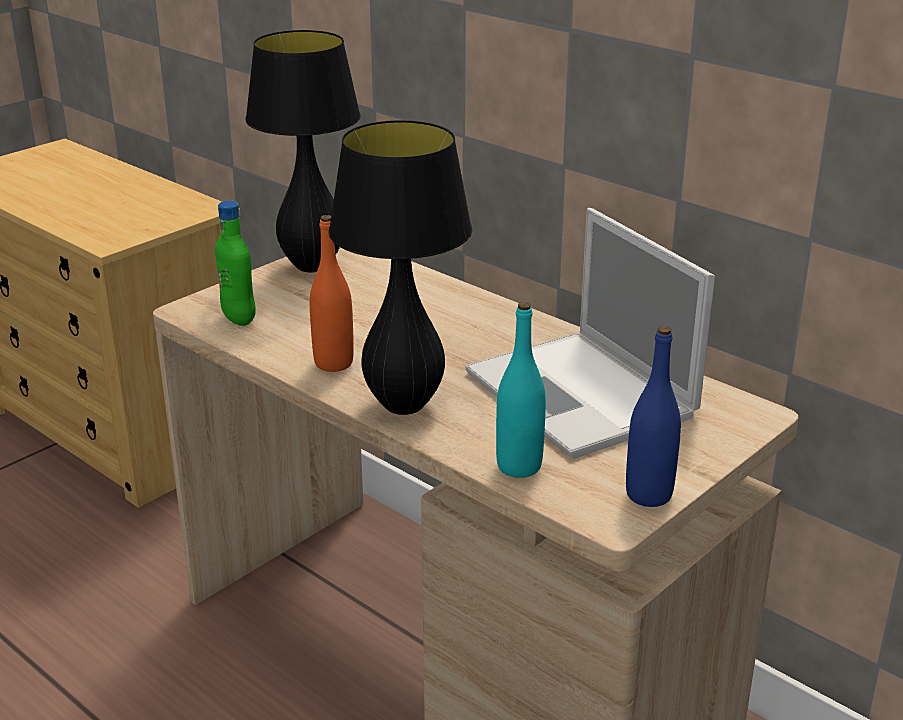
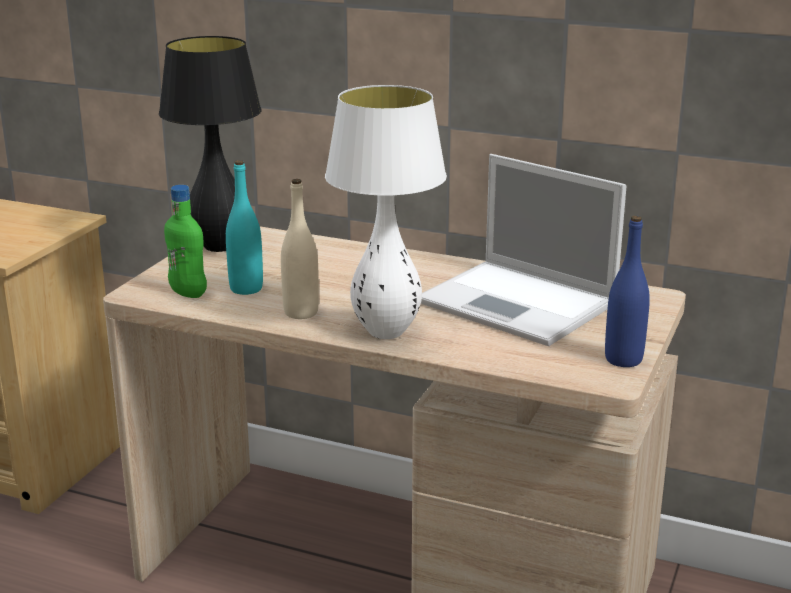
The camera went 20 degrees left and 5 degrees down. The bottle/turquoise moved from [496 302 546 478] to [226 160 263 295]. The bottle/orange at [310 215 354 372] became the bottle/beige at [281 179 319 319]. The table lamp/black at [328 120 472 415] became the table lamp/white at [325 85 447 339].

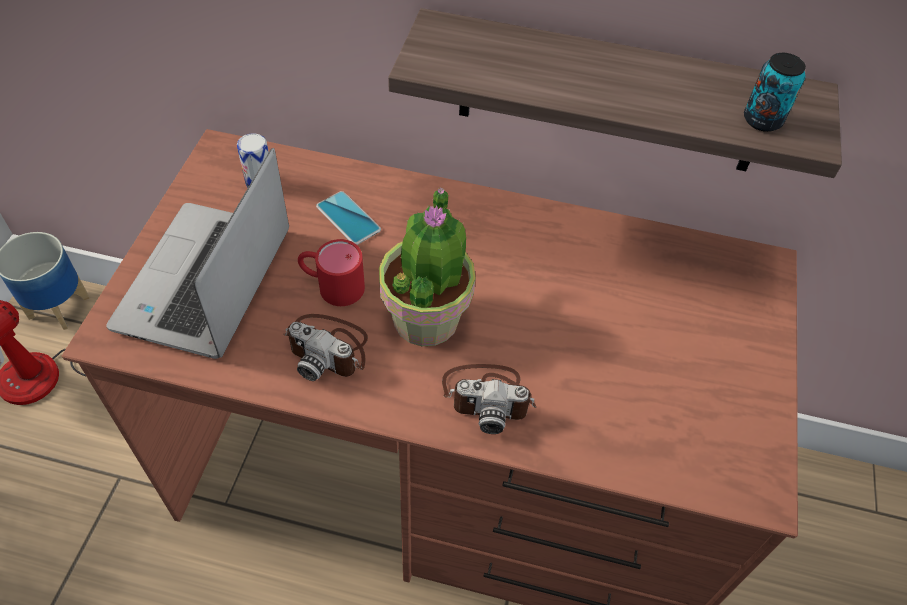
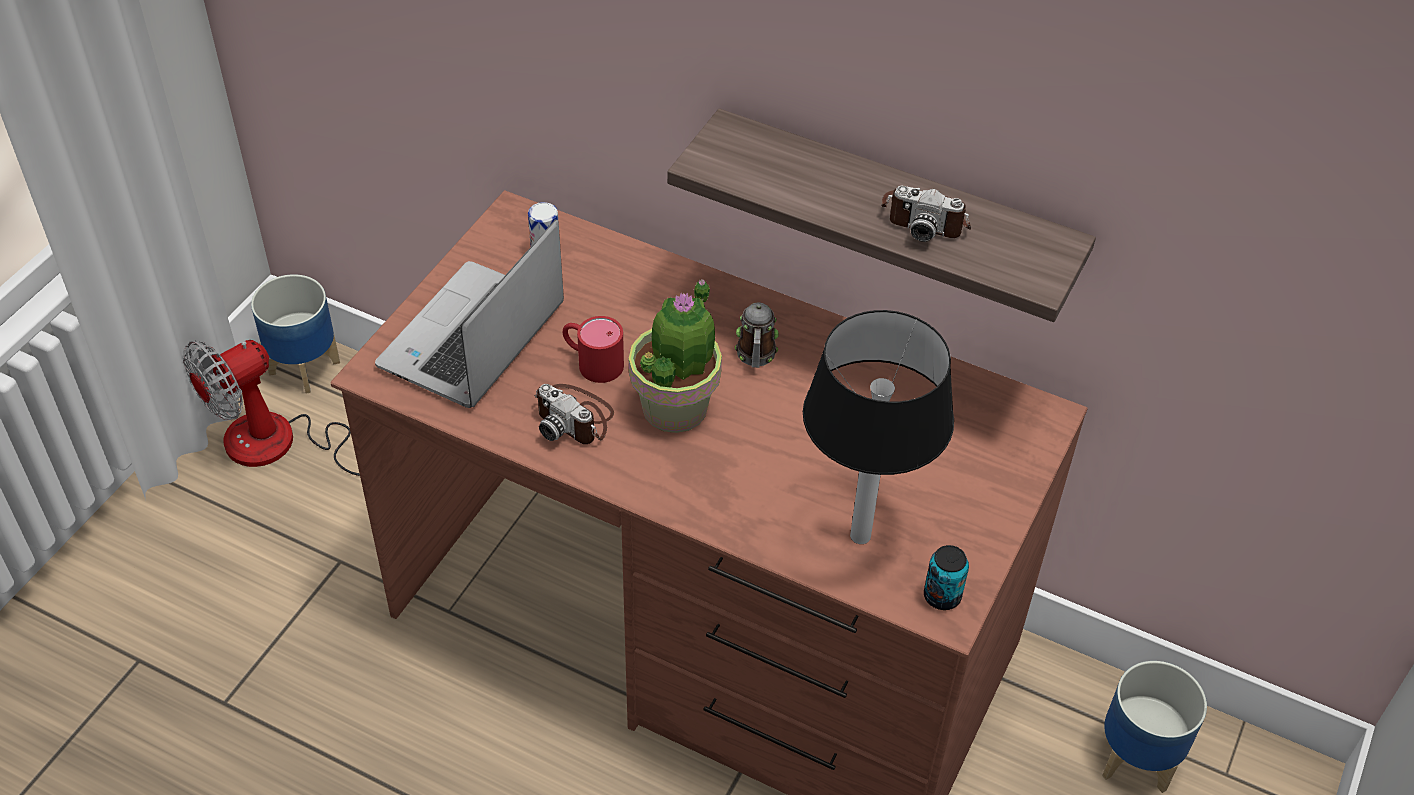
The camera went 15 degrees right and 5 degrees down. The phone at [316 191 381 245] disappeared. The mug at [735 302 779 368] appeared. The table lamp at [803 310 954 544] appeared. The planter at [1102 661 1207 793] appeared. The photo camera moved from [442 364 537 434] to [881 185 971 242]. The can moved from [744 53 806 132] to [924 545 969 610].

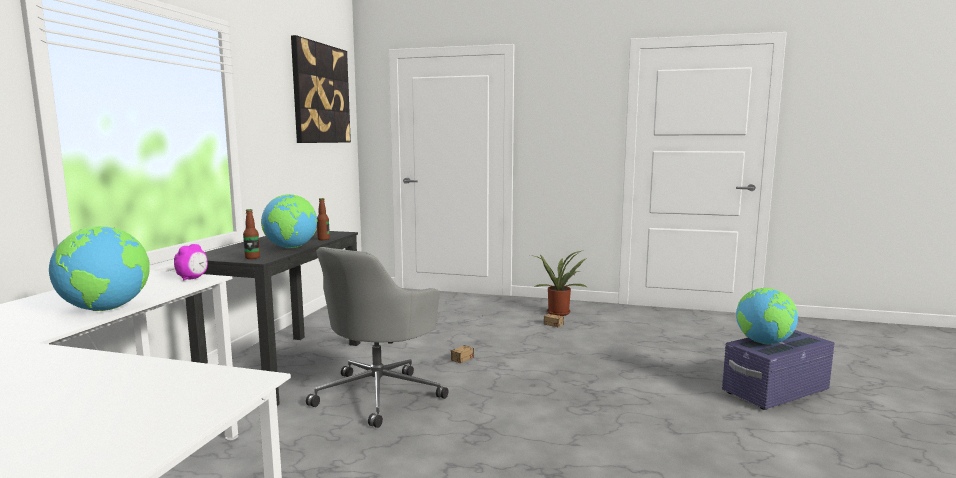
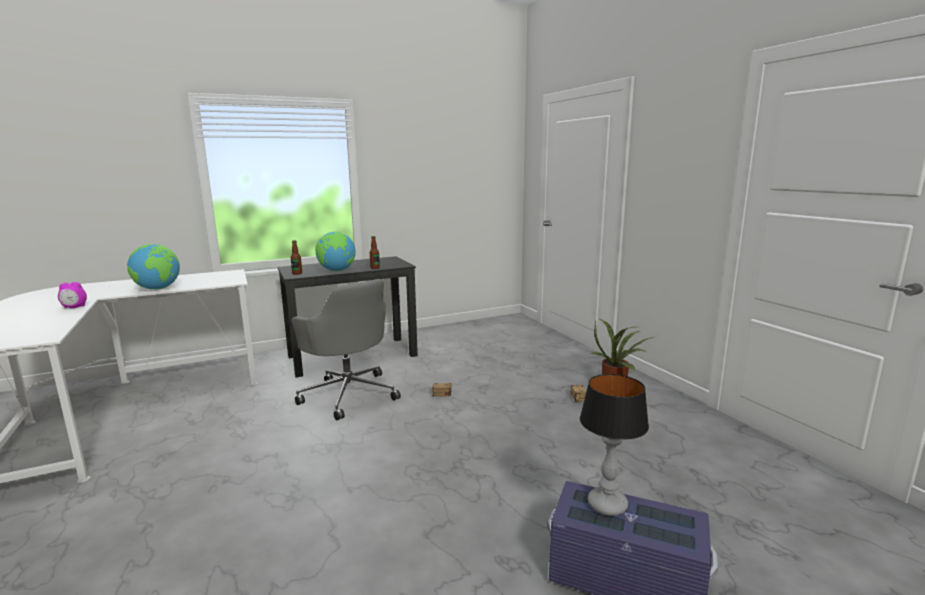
The camera went 50 degrees right and 5 degrees up. The picture at [291 35 351 143] disappeared. The alarm clock moved from [174 244 208 281] to [58 282 87 308]. The globe at [736 288 798 344] was replaced by the table lamp at [580 374 649 516]. The office chair/grey at [306 247 448 428] turned 120 degrees counterclockwise.

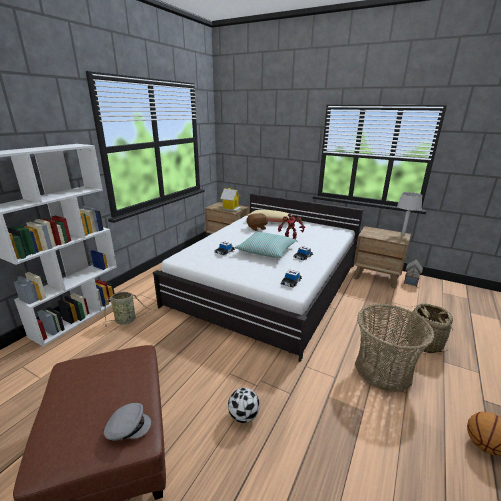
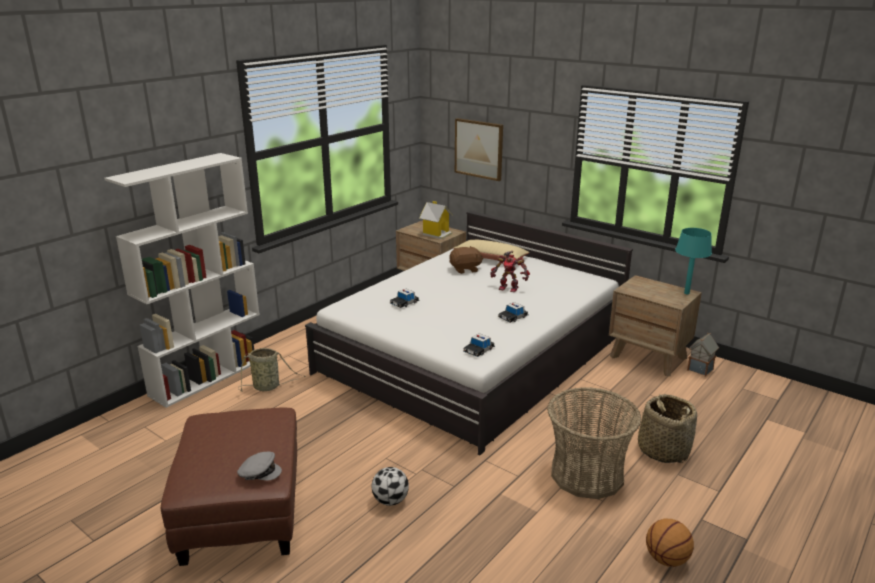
The camera went 10 degrees right and 0 degrees up. The pillow at [235 232 297 258] disappeared. The picture at [455 118 503 181] appeared. The table lamp/grey at [397 192 422 236] became the table lamp/turquoise at [675 228 712 294].

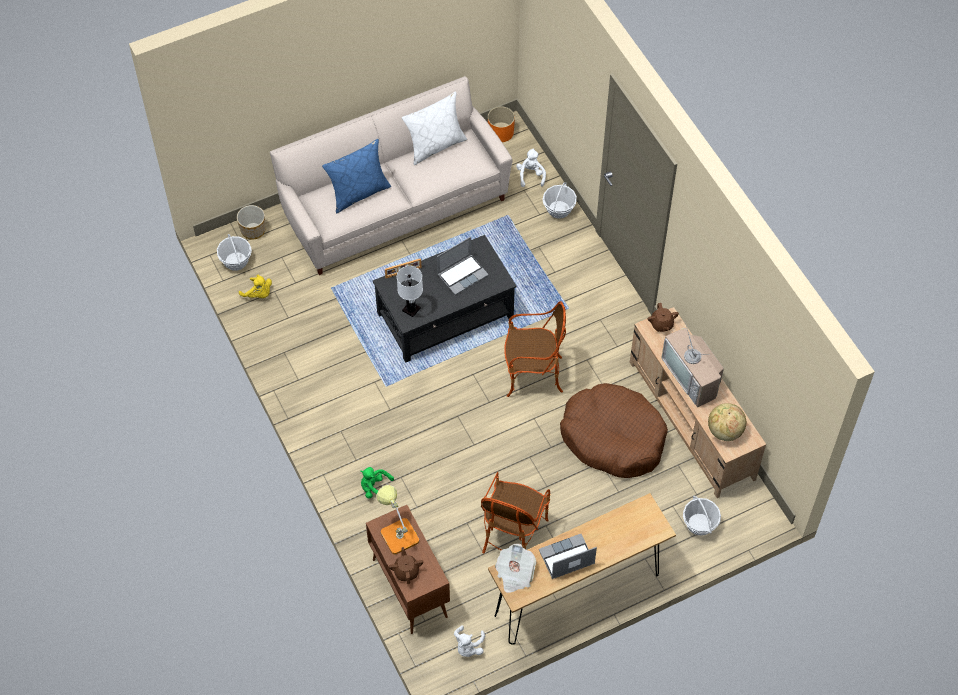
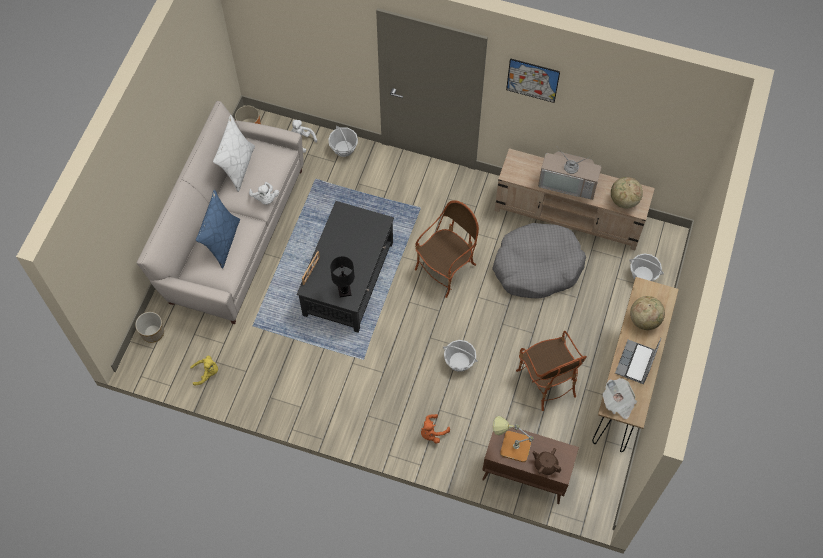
The camera went 45 degrees left and 5 degrees up. The laptop at [437 237 489 295] disappeared. The teapot/brown at [648 303 679 332] disappeared. The picture at [506 58 560 103] appeared. The globe at [630 296 665 330] appeared. The basket moved from [217 234 252 271] to [443 340 478 372]. The plush toy/white moved from [454 625 485 657] to [249 182 279 205]. The plush toy/green at [360 467 394 499] became the plush toy/orange at [421 414 450 444]. The table lamp/white at [397 266 423 317] became the table lamp/black at [330 256 355 297]. The dog bed/brown at [560 383 668 478] became the dog bed/grey at [492 223 586 299].

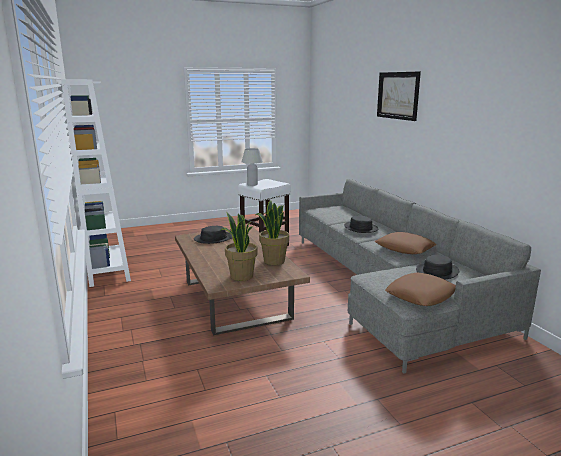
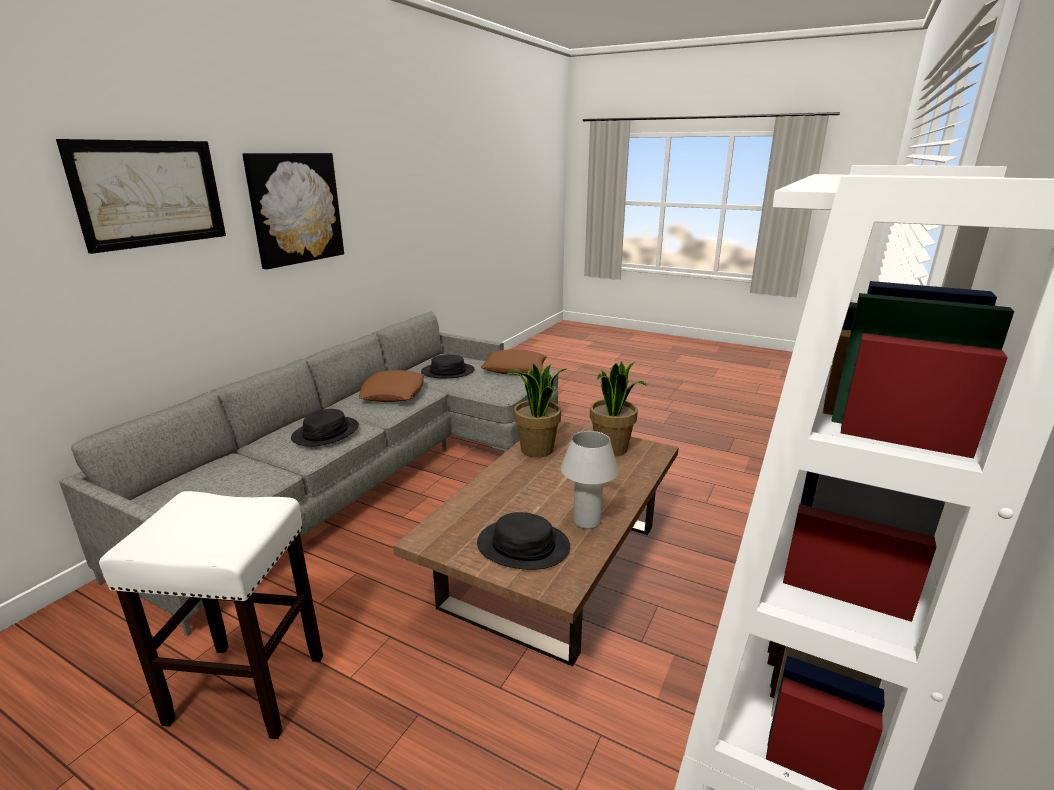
The camera went 130 degrees left and 5 degrees up. The picture at [242 153 344 269] appeared. The table lamp/white moved from [242 148 263 186] to [561 431 619 529].

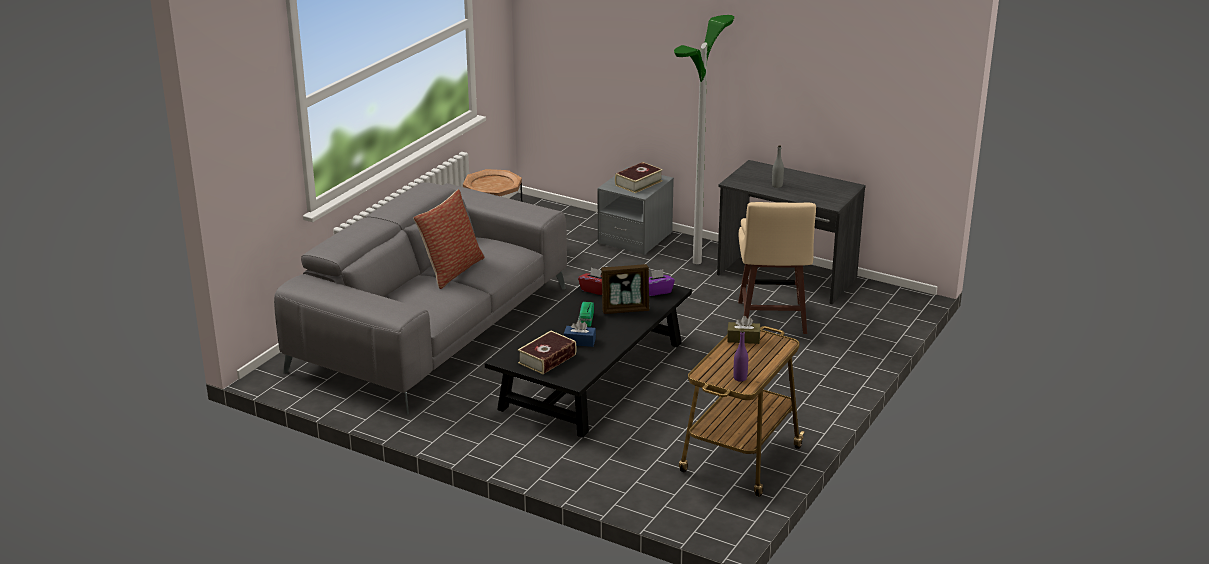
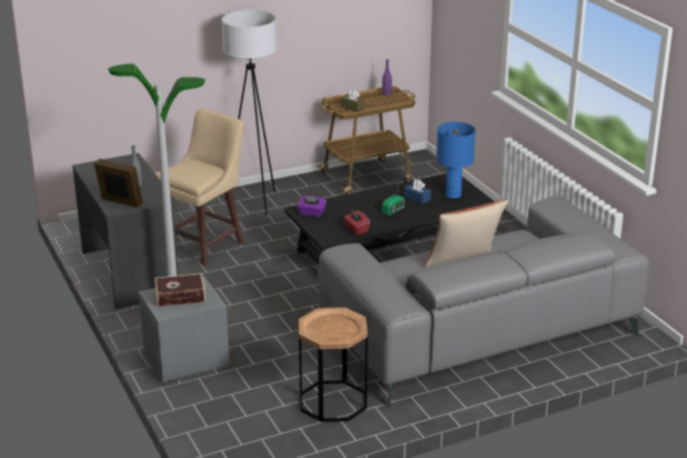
The camera went 145 degrees left and 0 degrees up. The floor lamp/white at [221 10 277 215] appeared. The picture frame moved from [601 264 649 314] to [94 159 143 207]. The book at [518 331 577 374] was replaced by the table lamp/blue at [436 122 475 198].

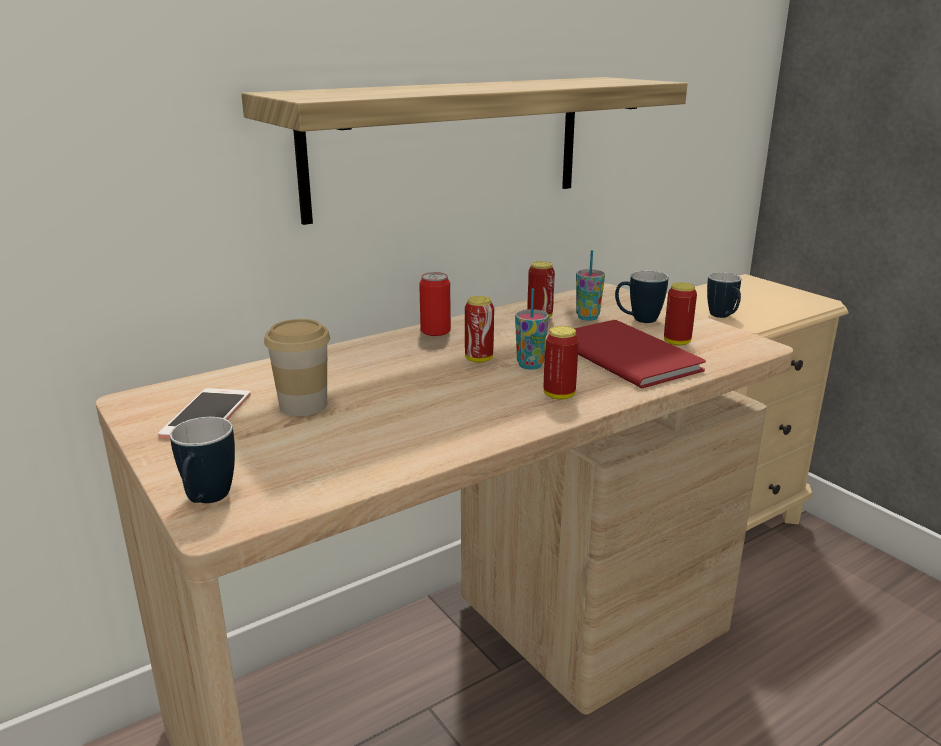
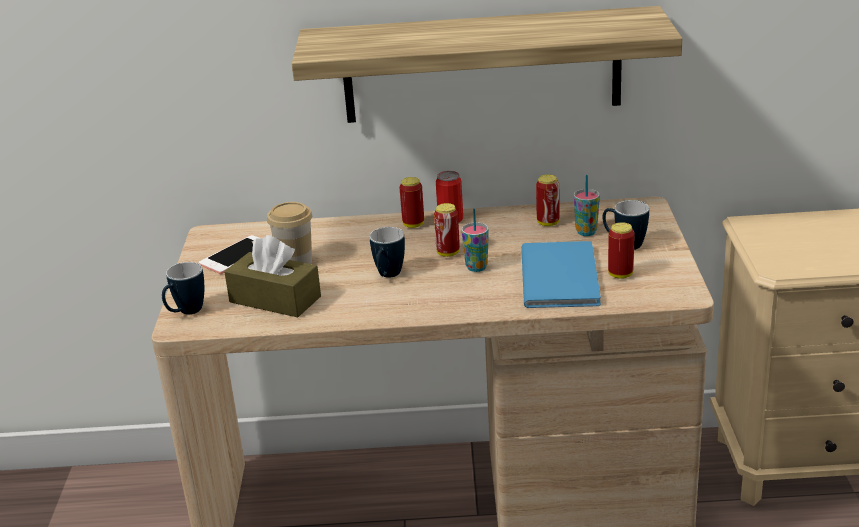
The camera went 35 degrees right and 5 degrees up. The tissue box/brown at [224 235 321 318] appeared. The can moved from [544 326 579 400] to [399 177 424 228]. The mug moved from [707 272 741 318] to [369 227 405 278]. The book/red at [574 320 706 388] became the book/blue at [521 241 601 308].

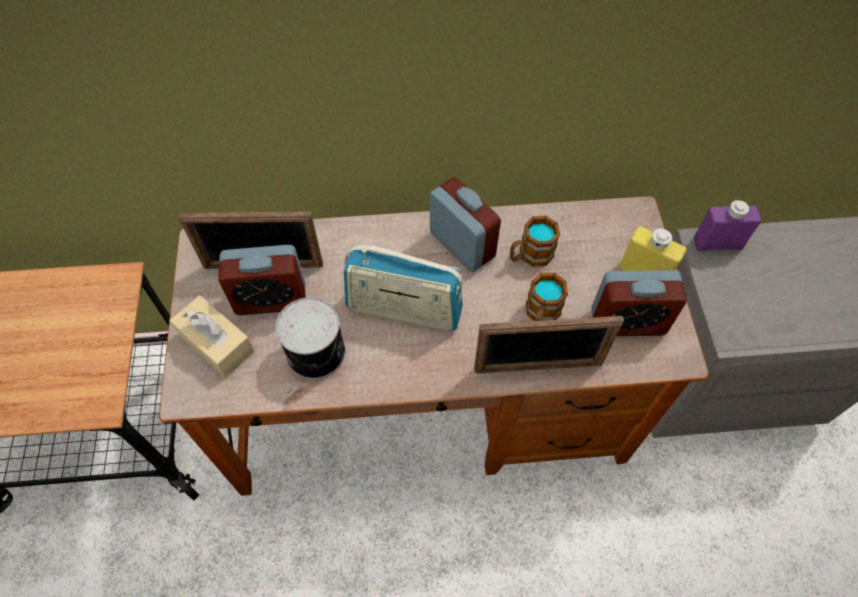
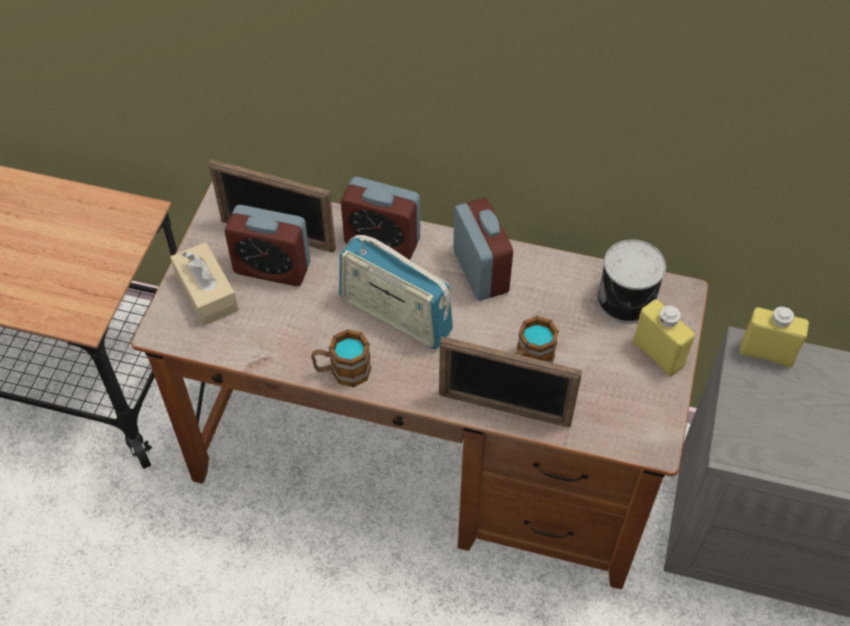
The camera went 20 degrees right and 5 degrees down. The can moved from [275 297 346 380] to [597 239 666 324]. The mug moved from [510 216 560 267] to [311 329 371 387]. The alarm clock moved from [591 270 687 336] to [341 177 420 260]. The bottle/purple at [694 199 761 251] became the bottle/yellow at [740 306 809 368].

